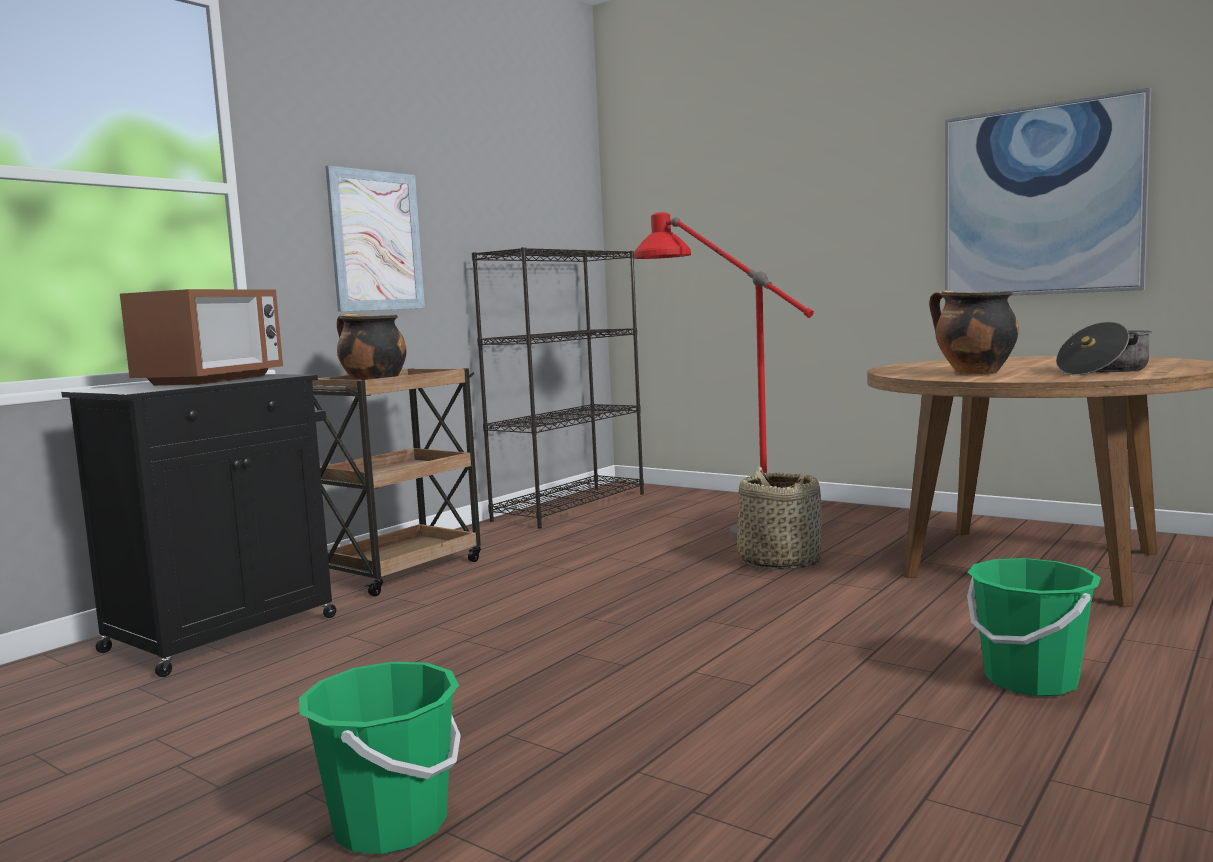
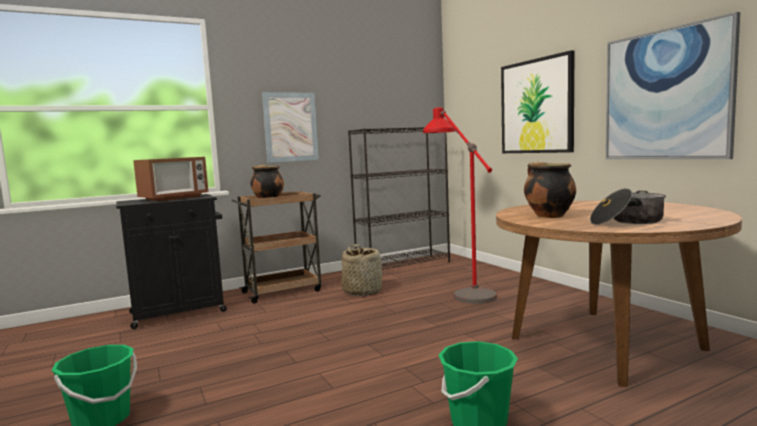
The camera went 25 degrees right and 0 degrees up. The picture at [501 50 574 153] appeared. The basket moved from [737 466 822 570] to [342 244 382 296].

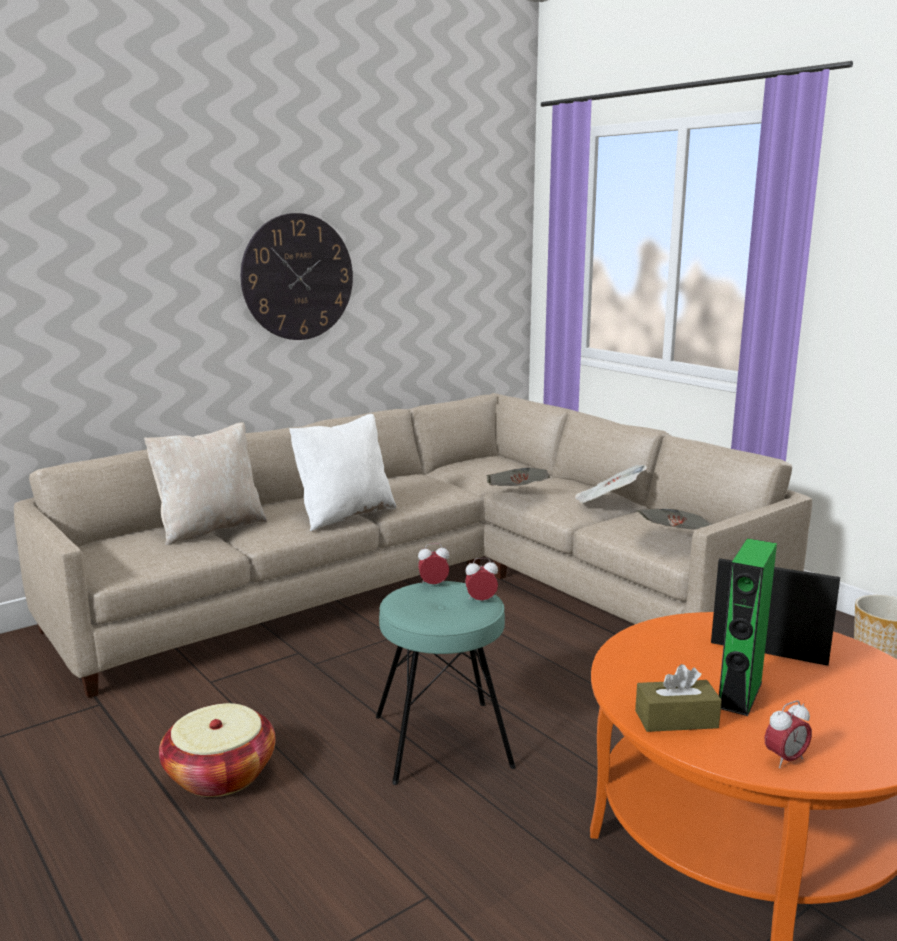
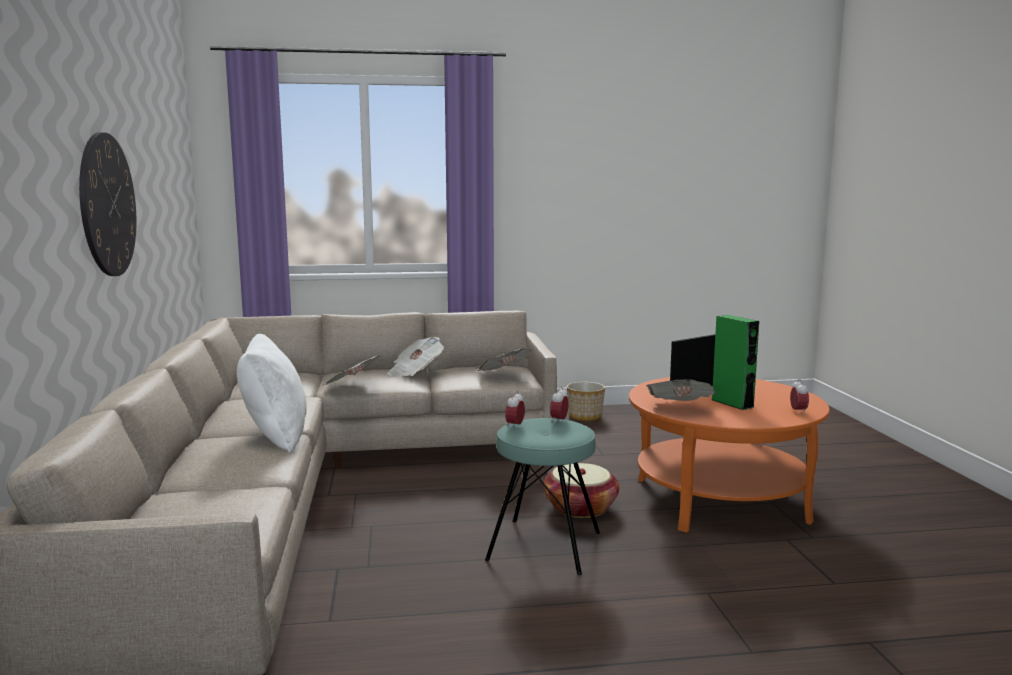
The camera went 60 degrees left and 5 degrees down. The pillow/beige at [144 422 267 545] disappeared. The tissue box/brown at [635 664 722 732] disappeared. The newspaper at [646 379 716 401] appeared. The basket moved from [159 703 276 797] to [543 463 619 518].

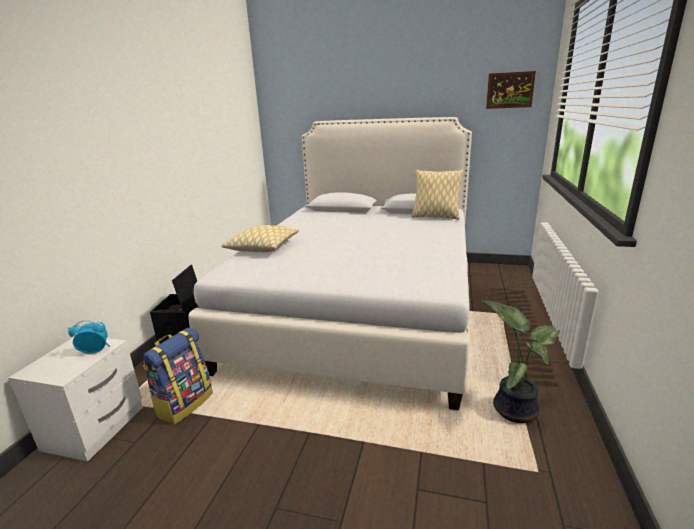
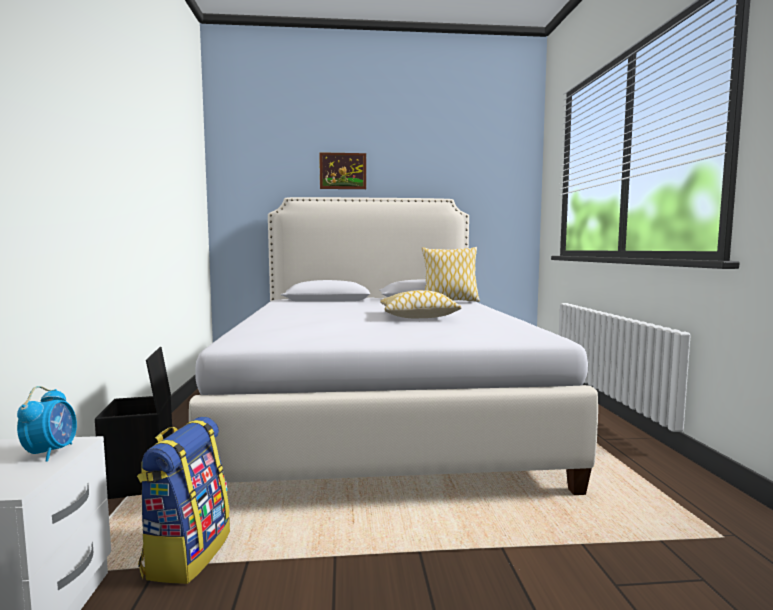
The camera went 20 degrees left and 15 degrees down. The potted plant at [482 300 560 423] disappeared. The pillow moved from [222 225 299 252] to [380 290 462 318]. The picture moved from [486 71 536 109] to [319 152 366 189]. The alarm clock at [68 320 110 354] turned 120 degrees clockwise.

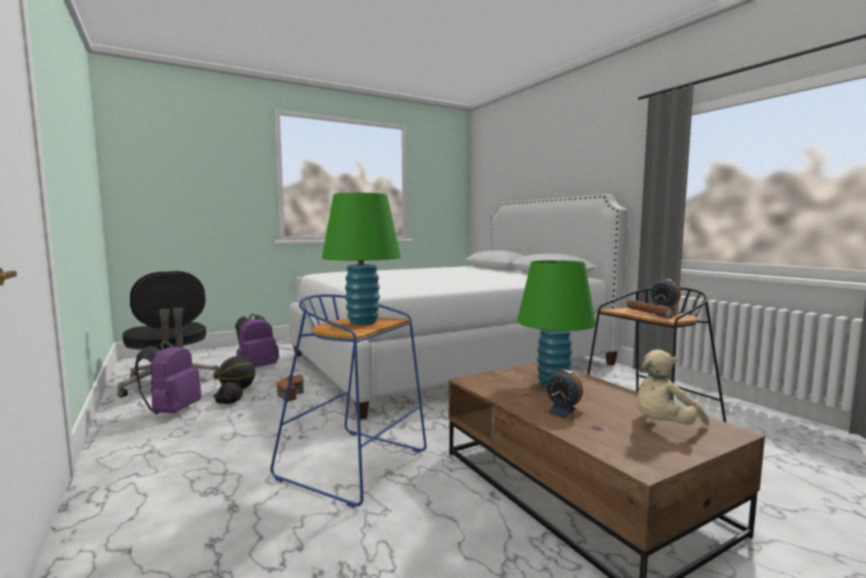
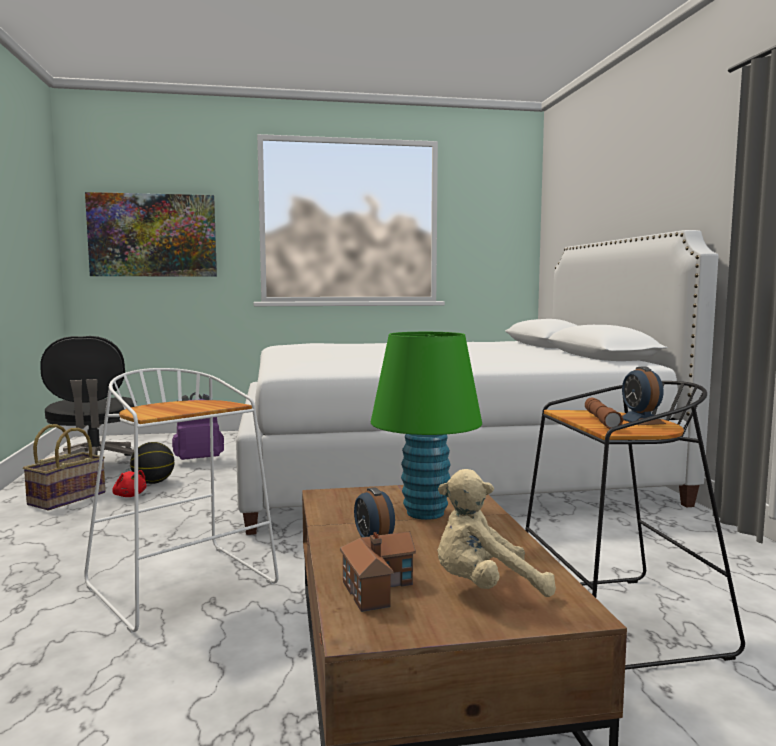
The camera went 20 degrees right and 0 degrees up. The table lamp/green at [322 193 401 325] disappeared. The picture at [85 192 217 277] appeared. The toy house moved from [276 374 304 402] to [340 531 416 612]. The backpack/purple at [135 341 201 414] was replaced by the basket at [23 424 105 510]. The plush toy/black at [213 380 243 404] became the plush toy/red at [112 470 146 497]. The stool/blue at [270 294 427 508] became the stool/white at [84 368 279 633].

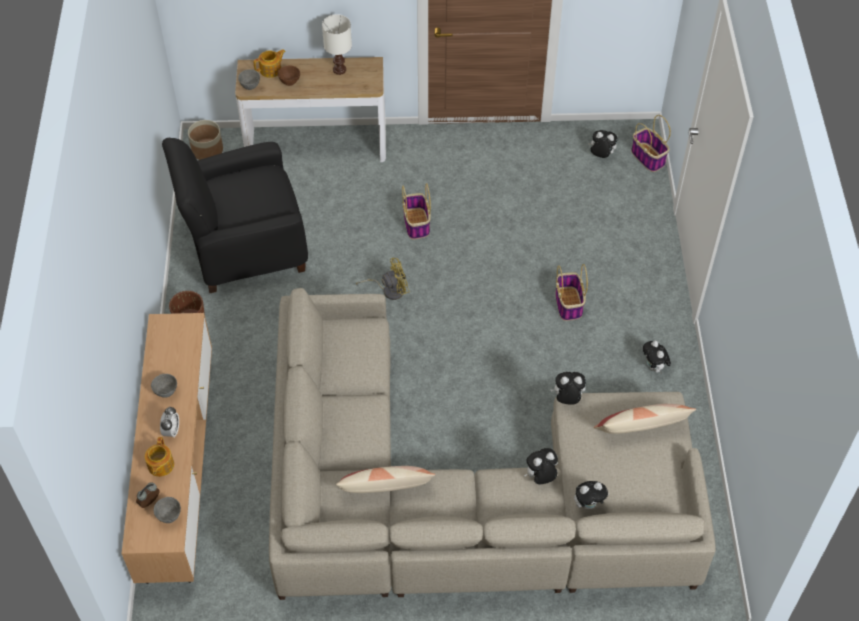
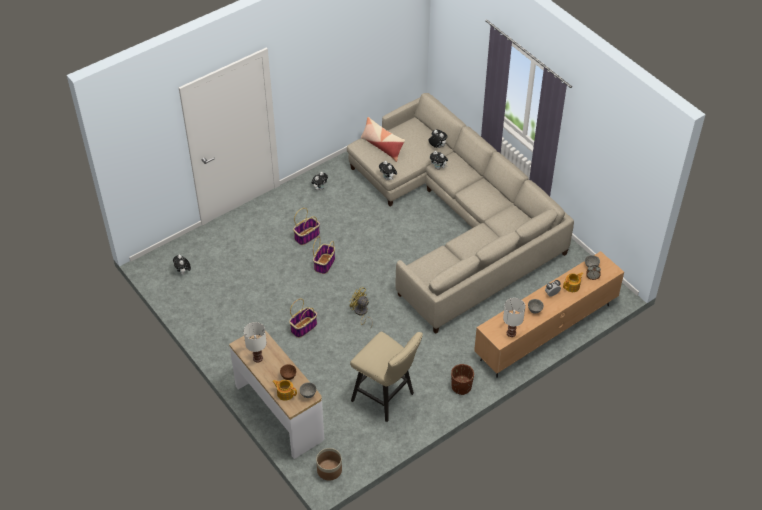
The camera went 125 degrees left and 5 degrees down. The pillow at [336 466 435 493] disappeared. The table lamp/white at [503 298 525 337] appeared. The basket moved from [631 115 671 172] to [313 236 335 274]. The armchair/black at [162 138 308 293] was replaced by the stool/beige at [350 331 423 422].

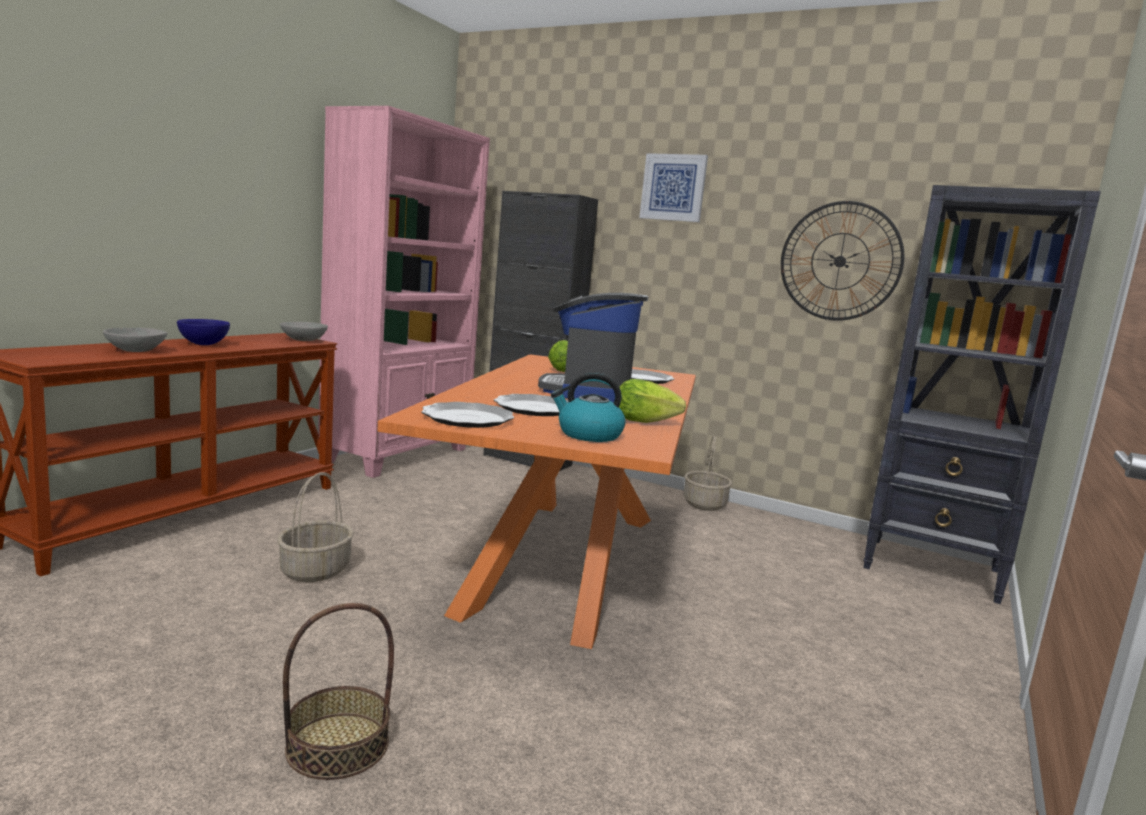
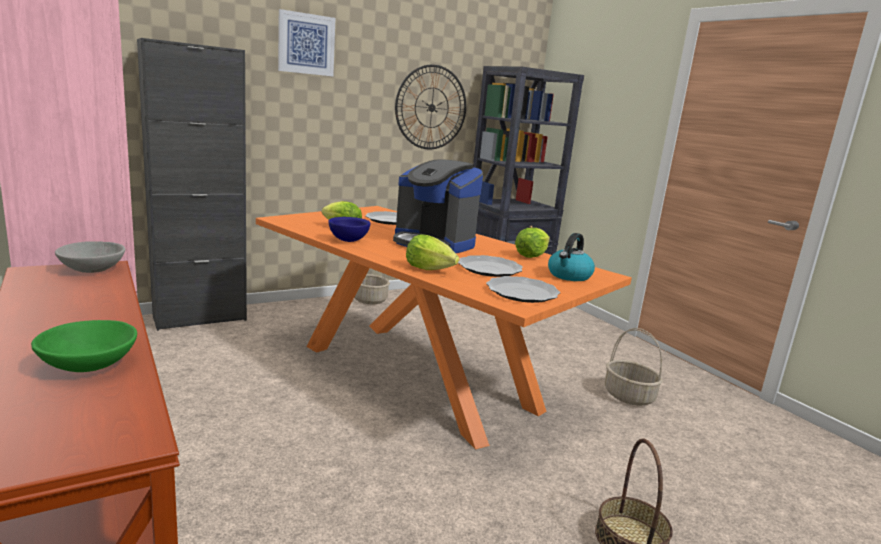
The camera went 60 degrees left and 5 degrees up. The lettuce at [406 235 459 270] appeared. The bowl/blue moved from [177 319 230 345] to [328 217 371 242]. The basket moved from [277 472 354 582] to [605 328 663 406]. The bowl/grey at [103 328 167 352] became the bowl/green at [31 320 137 372].

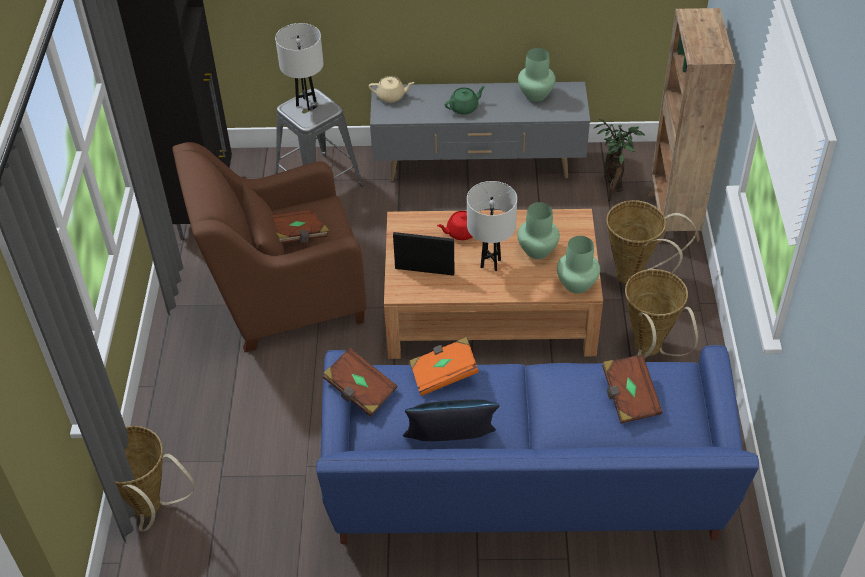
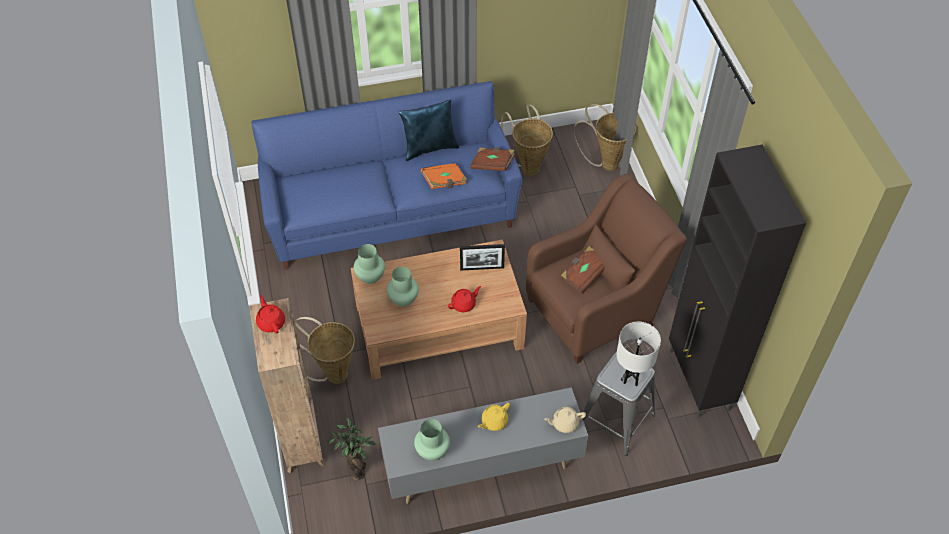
The camera went 165 degrees right and 5 degrees up. The table lamp/white at [467 181 517 271] disappeared. The book/brown at [602 354 663 423] disappeared. The teapot/red at [256 295 285 334] appeared. The basket moved from [625 269 698 358] to [501 105 553 177]. The teapot/green at [445 86 486 115] became the teapot/yellow at [478 403 510 431].

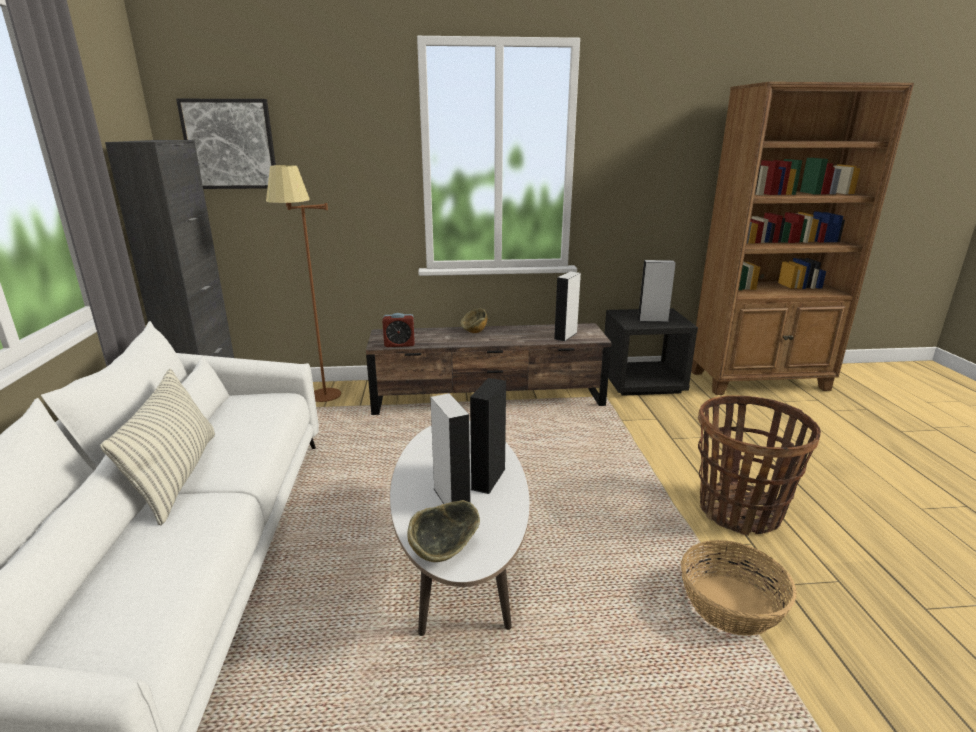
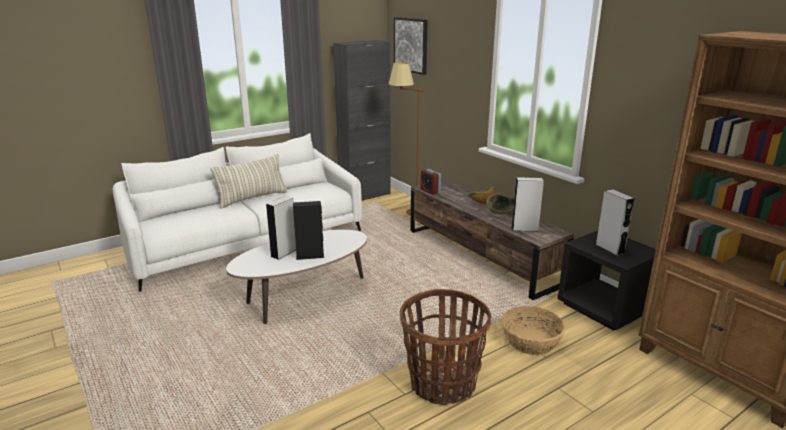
The camera went 60 degrees right and 0 degrees up. The bowl moved from [407 500 480 562] to [486 194 514 214]. The basket moved from [681 540 797 636] to [501 306 565 355].

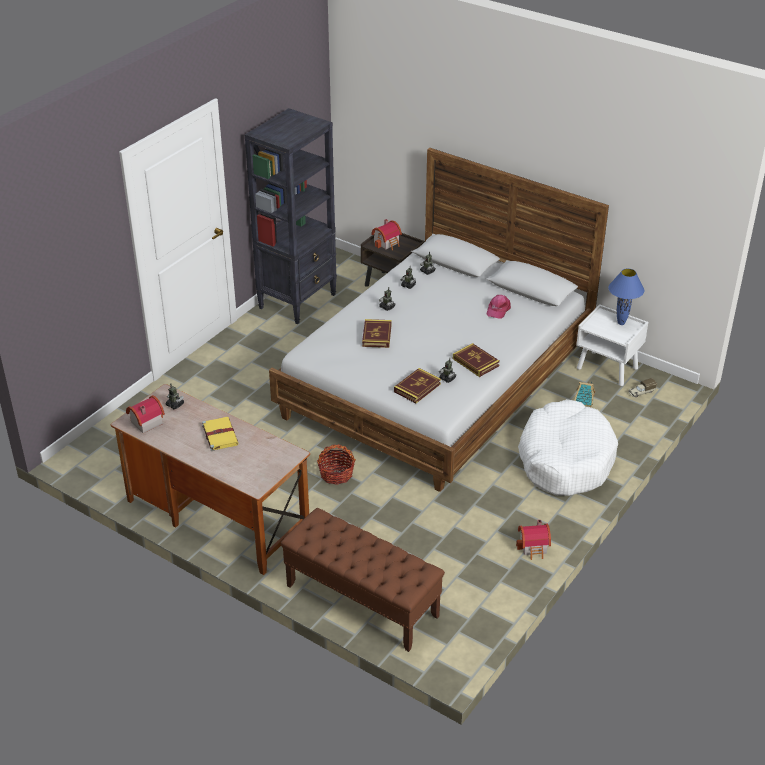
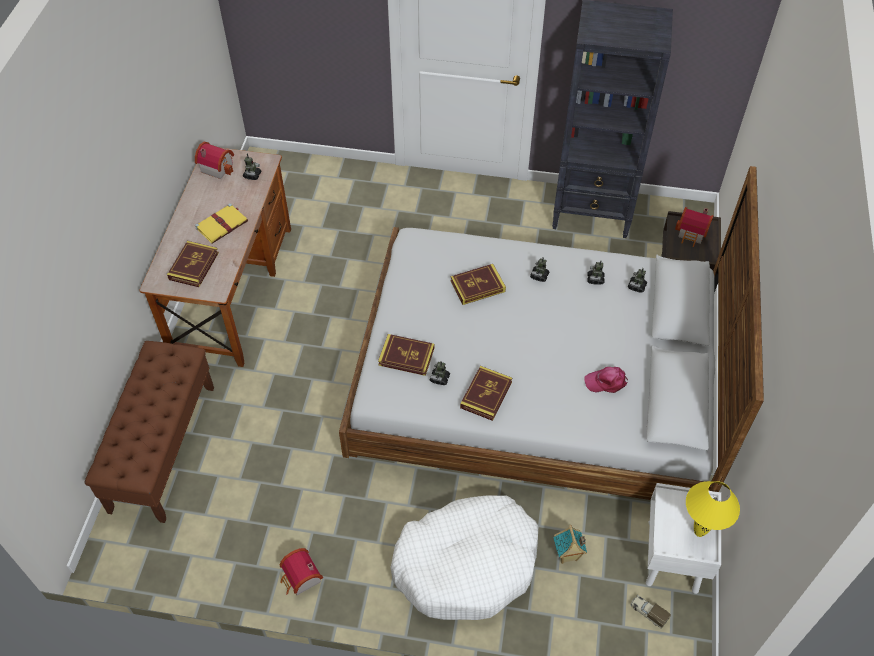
The camera went 65 degrees right and 15 degrees up. The basket at [317 444 356 485] disappeared. The book at [167 241 219 287] appeared. The table lamp/blue at [608 268 644 325] became the table lamp/yellow at [686 481 740 537].

